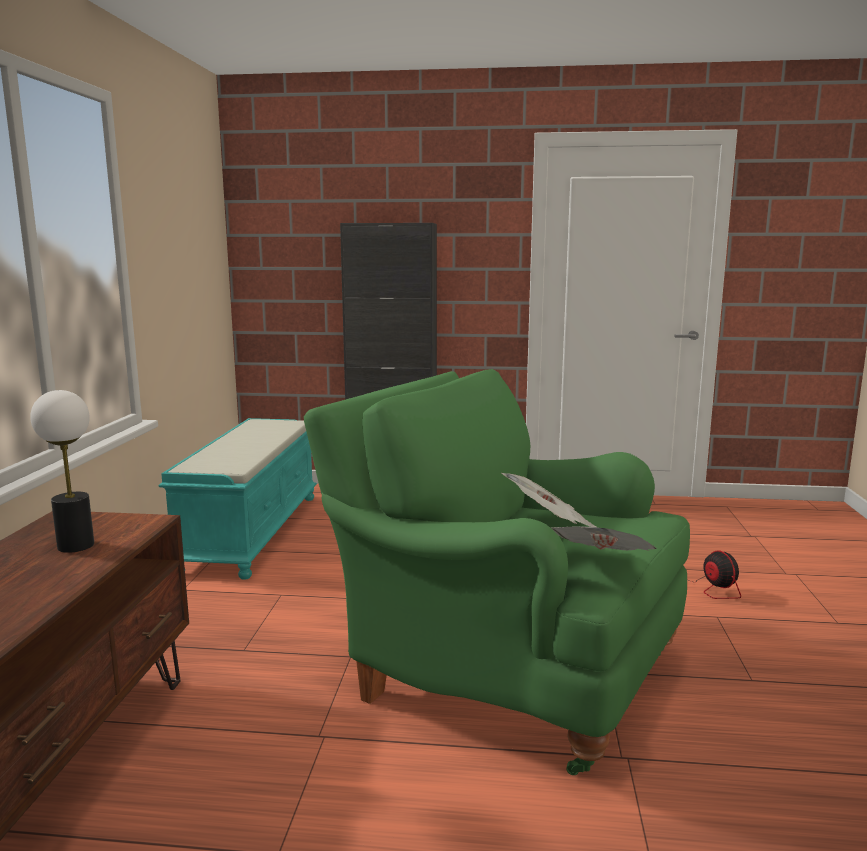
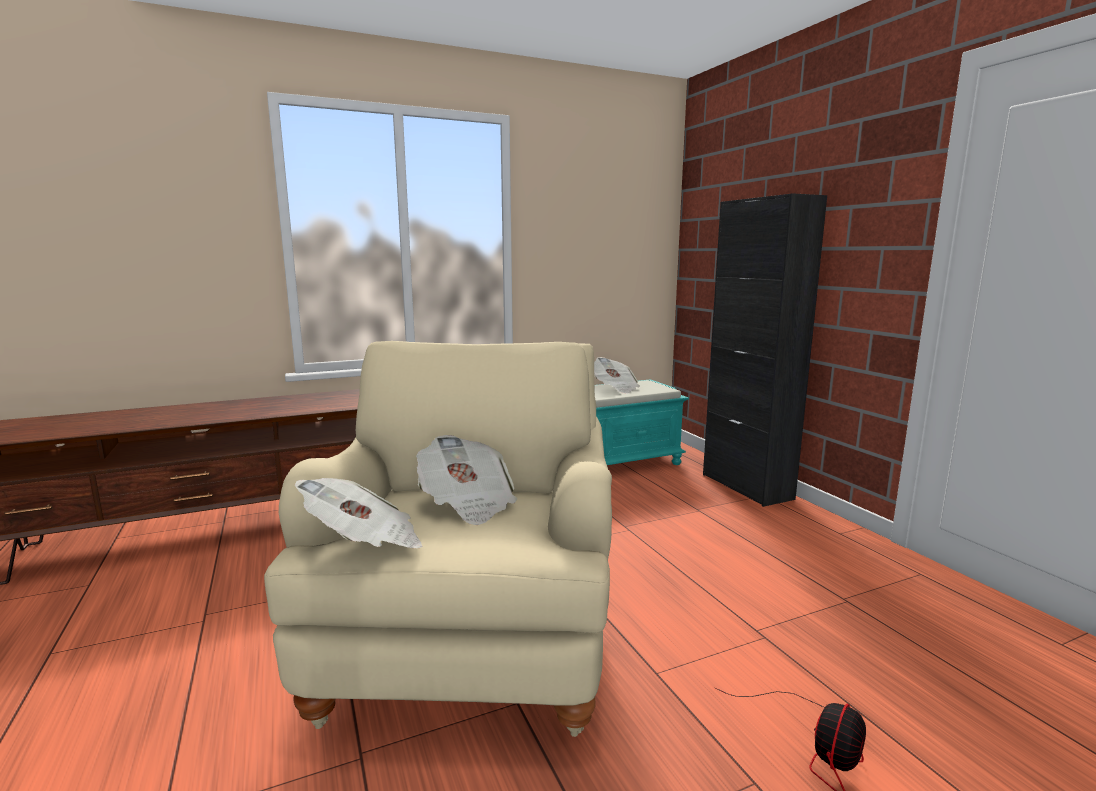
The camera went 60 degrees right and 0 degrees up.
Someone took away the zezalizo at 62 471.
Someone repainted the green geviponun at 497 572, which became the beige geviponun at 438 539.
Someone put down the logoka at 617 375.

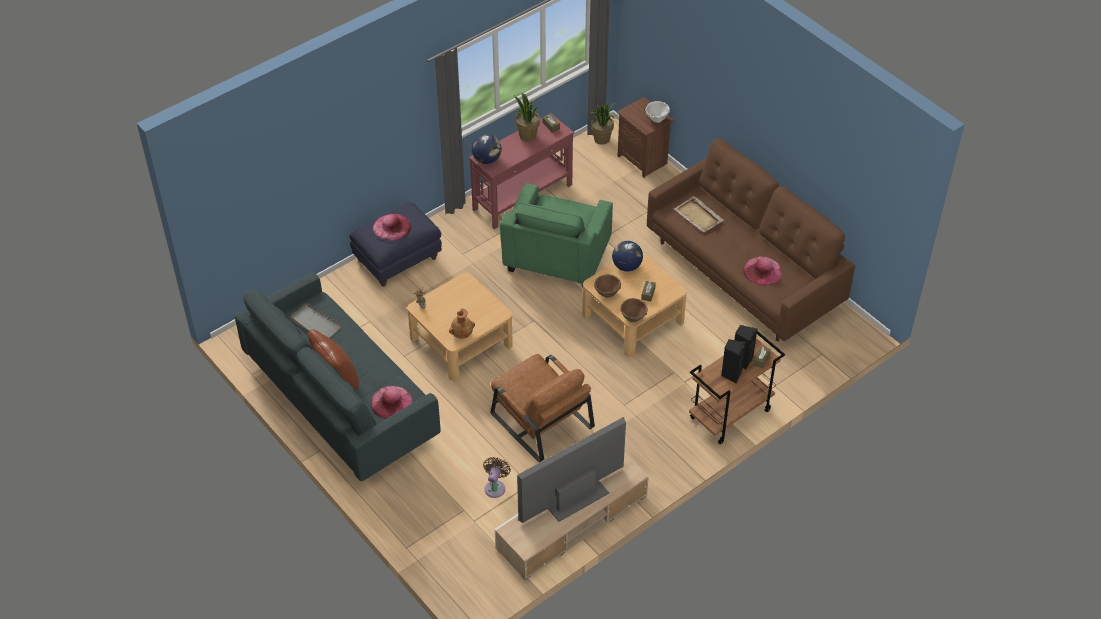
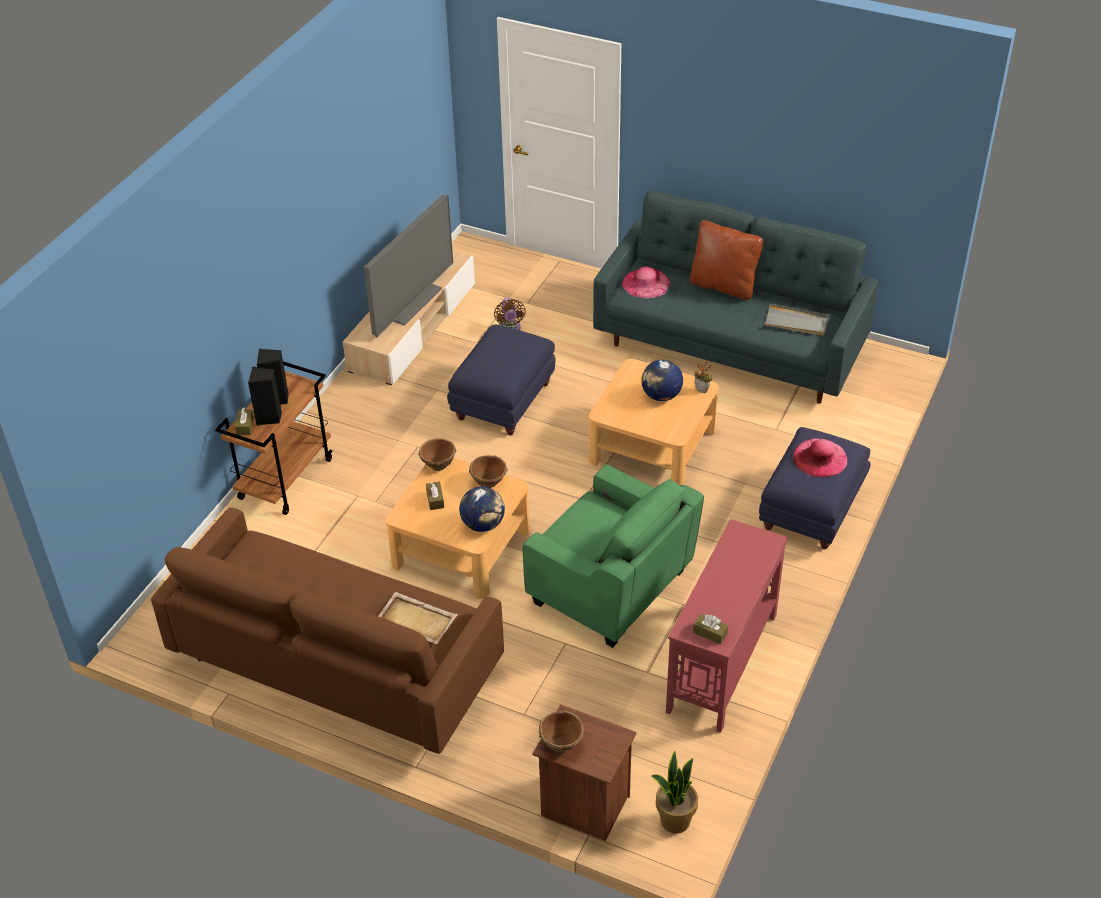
The camera went 155 degrees right and 5 degrees down.
Someone took away the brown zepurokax at 462 323.
Someone carried the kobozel from 486 149 to 662 380.
Someone swapped the brown geviponun at 542 408 for the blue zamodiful at 501 380.
Someone rotated the green geviponun at 556 236 by 135 degrees clockwise.
Someone took away the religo at 527 117.
Someone repainted the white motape at 657 112, which became the brown motape at 561 732.
Someone took away the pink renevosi at 762 271.

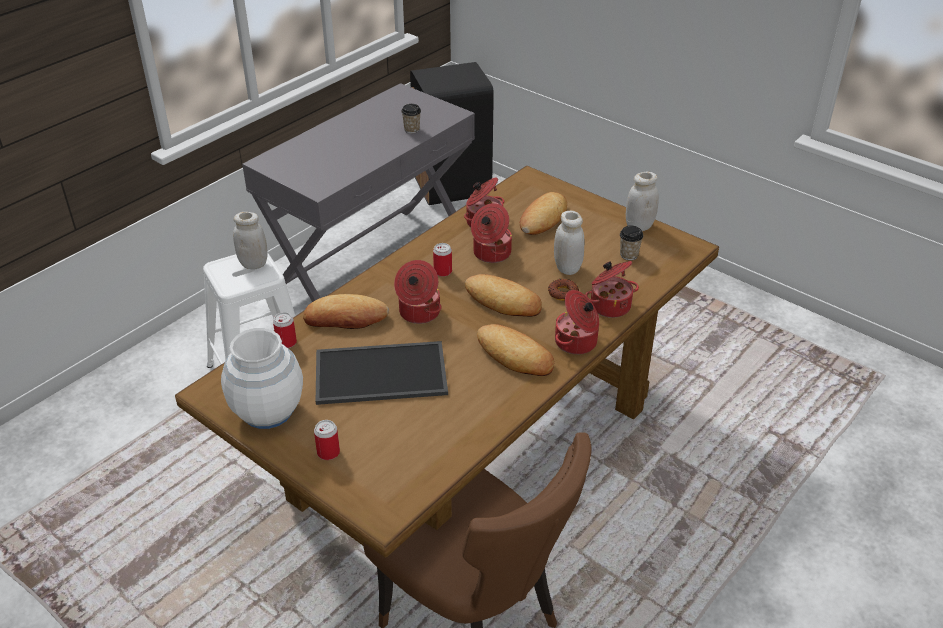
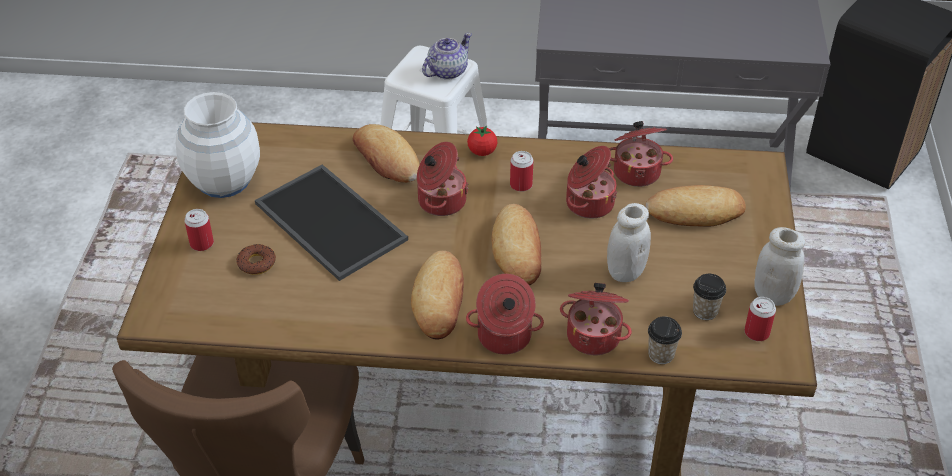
The camera went 55 degrees right and 5 degrees up.
Someone swapped the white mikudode at 250 240 for the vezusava at 447 56.
Someone carried the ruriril from 285 330 to 760 319.
Someone carried the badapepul from 411 118 to 665 340.
Someone carried the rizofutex from 563 290 to 256 259.
Someone put down the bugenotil at 482 141.

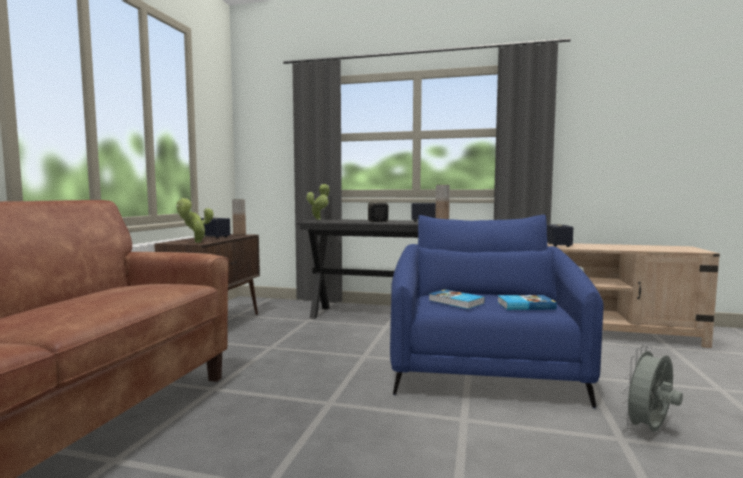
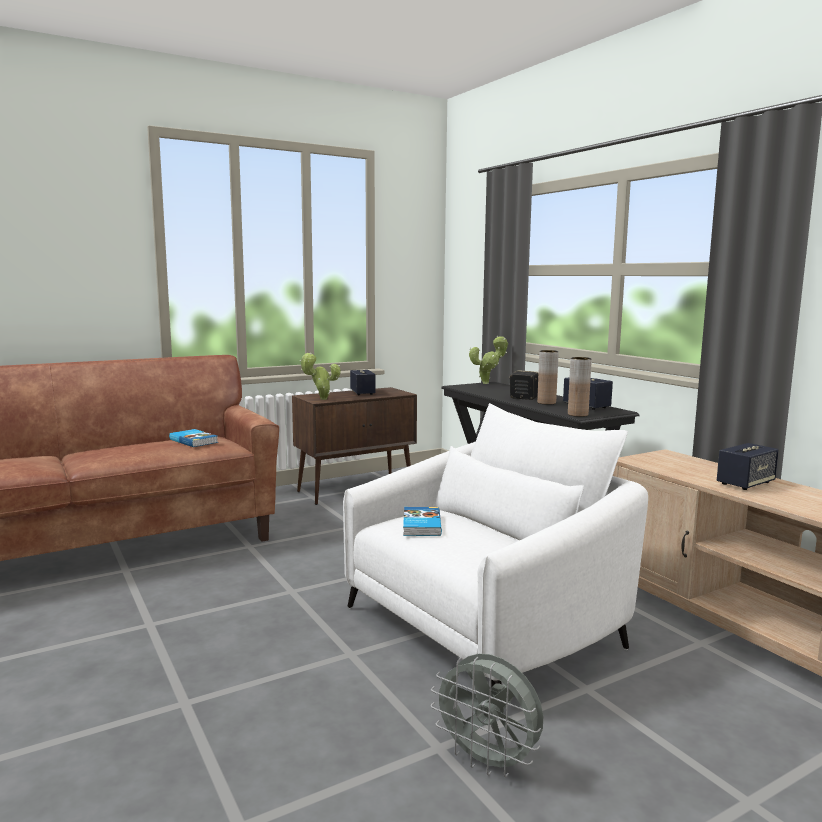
The camera went 45 degrees right and 5 degrees up.
Someone carried the brown zepurokax from 239 217 to 548 377.
Someone repainted the blue geviponun at 497 311, which became the white geviponun at 495 544.
Someone carried the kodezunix from 527 302 to 193 438.
Someone rotated the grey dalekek at 652 388 by 150 degrees counterclockwise.

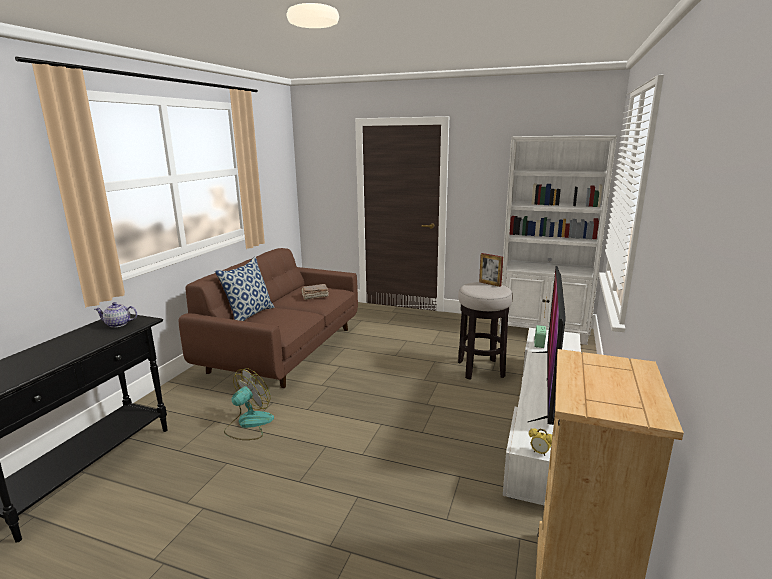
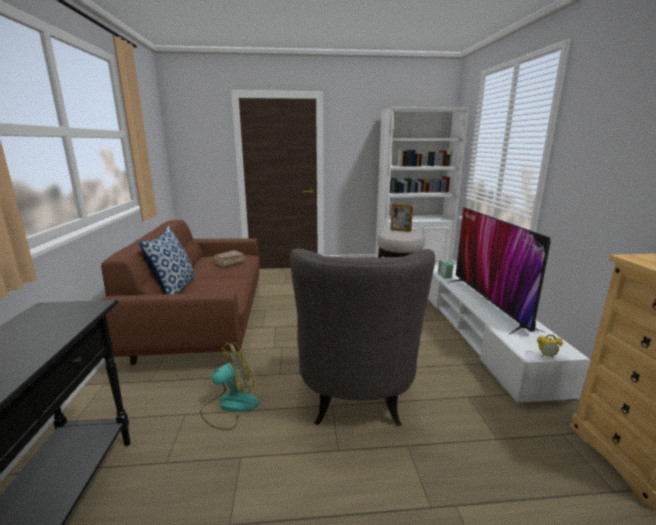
The camera went 25 degrees left and 0 degrees up.
Someone took away the vezusava at 116 315.
Someone rotated the dalekek at 249 404 by 45 degrees clockwise.
Someone put down the grey geviponun at 362 337.

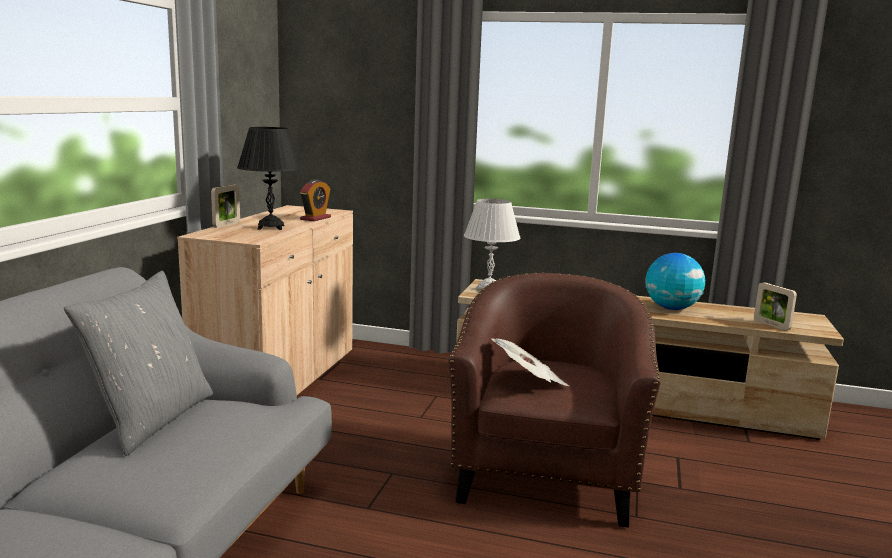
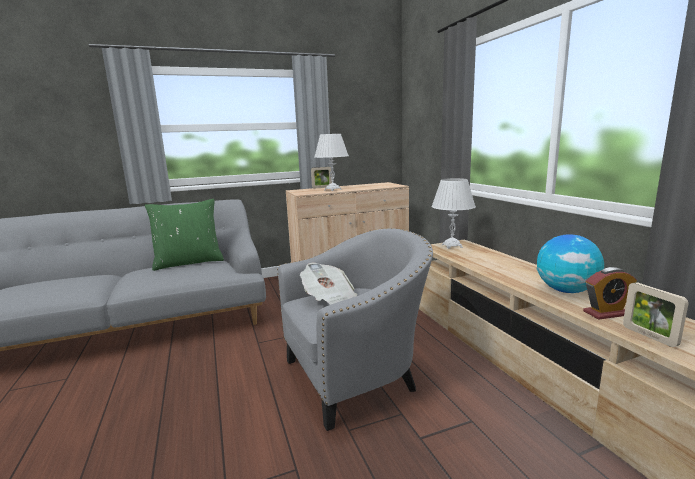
The camera went 55 degrees right and 0 degrees up.
Someone repainted the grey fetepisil at 138 363, which became the green fetepisil at 184 235.
Someone repainted the black zezalizo at 269 178, which became the white zezalizo at 332 162.
Someone carried the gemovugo from 315 200 to 610 293.
Someone repainted the brown geviponun at 555 400, which became the grey geviponun at 355 329.
Someone rotated the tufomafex at 775 306 by 45 degrees counterclockwise.

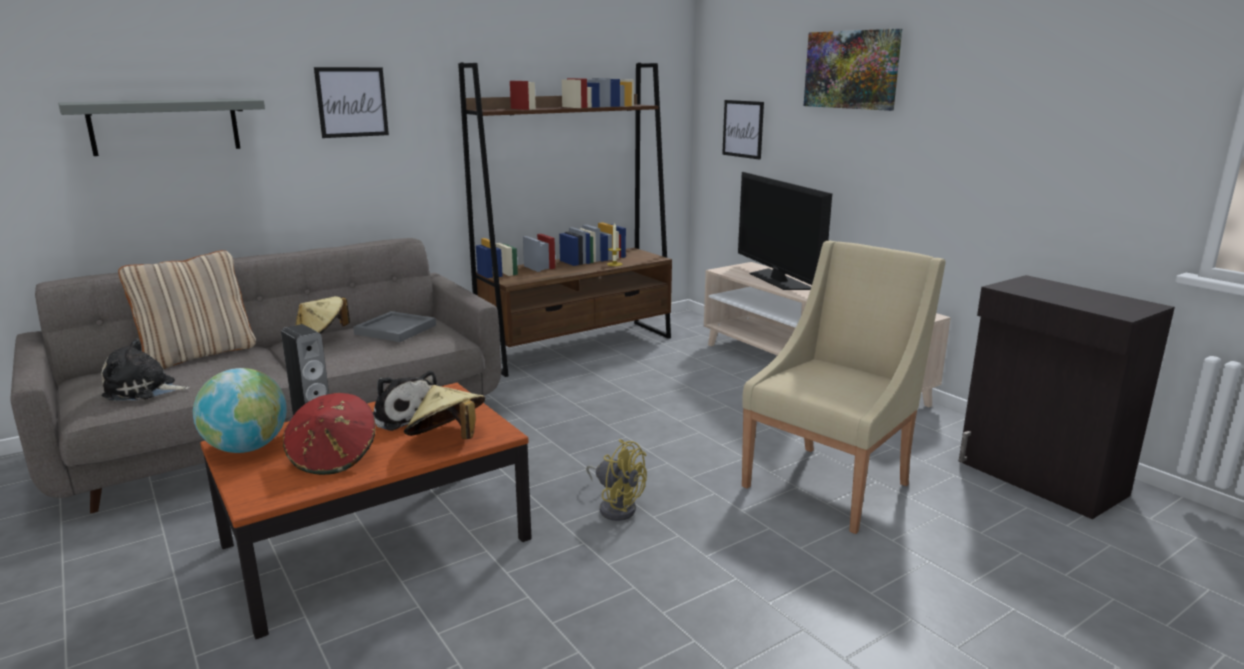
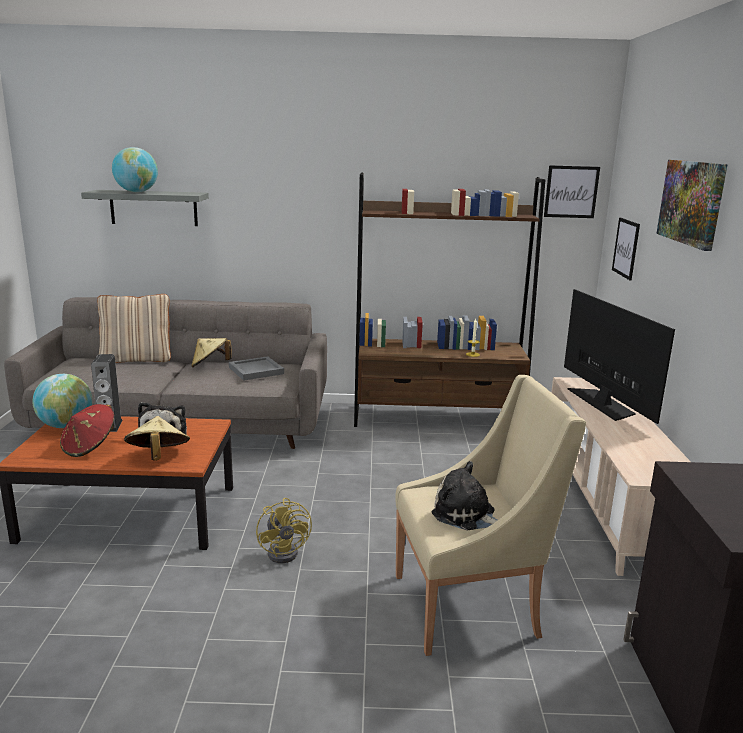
The camera went 35 degrees right and 0 degrees up.
Someone carried the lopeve from 145 369 to 464 495.
Someone carried the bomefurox from 351 102 to 572 191.
Someone rotated the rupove at 785 231 by 150 degrees clockwise.
Someone put down the kobozel at 135 169.

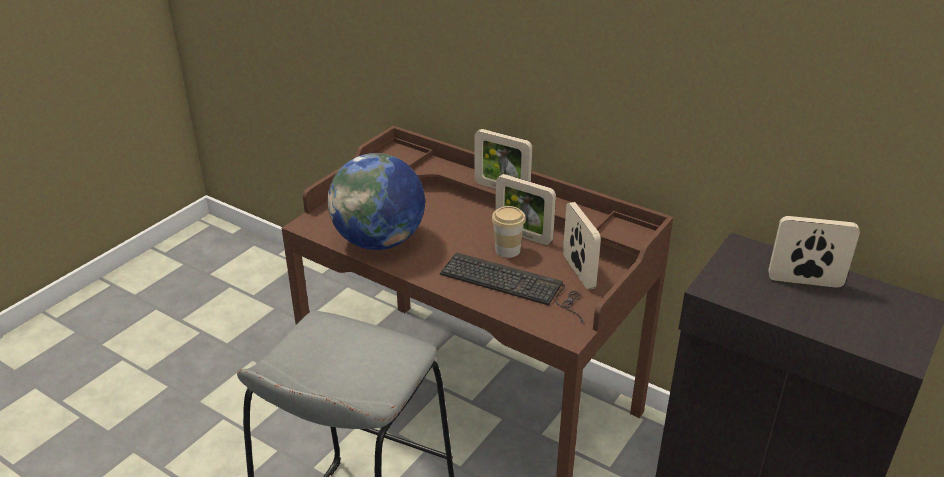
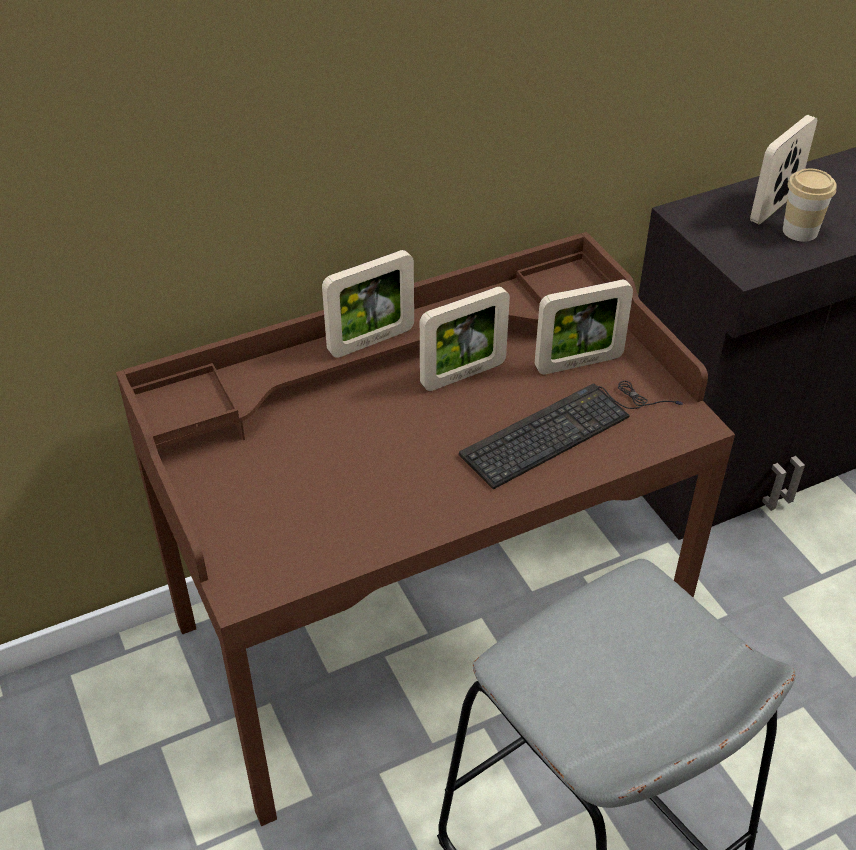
The camera went 60 degrees left and 10 degrees up.
Someone took away the kobozel at 376 201.
Someone carried the badapepul from 509 232 to 810 205.
Someone rotated the tufomafex at 582 246 by 150 degrees clockwise.

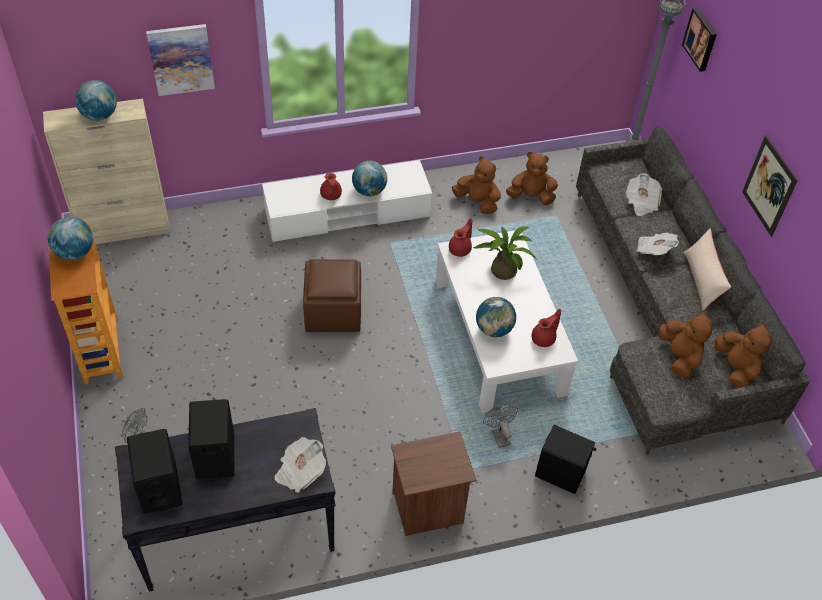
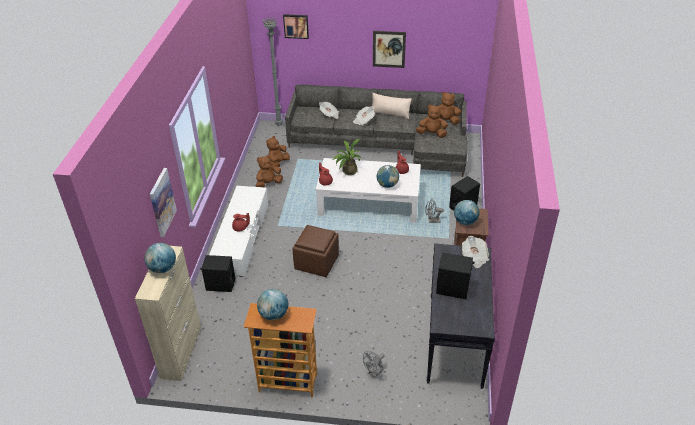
The camera went 65 degrees left and 10 degrees down.
Someone carried the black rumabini from 155 471 to 217 273.
Someone carried the kobozel from 369 178 to 467 212.

